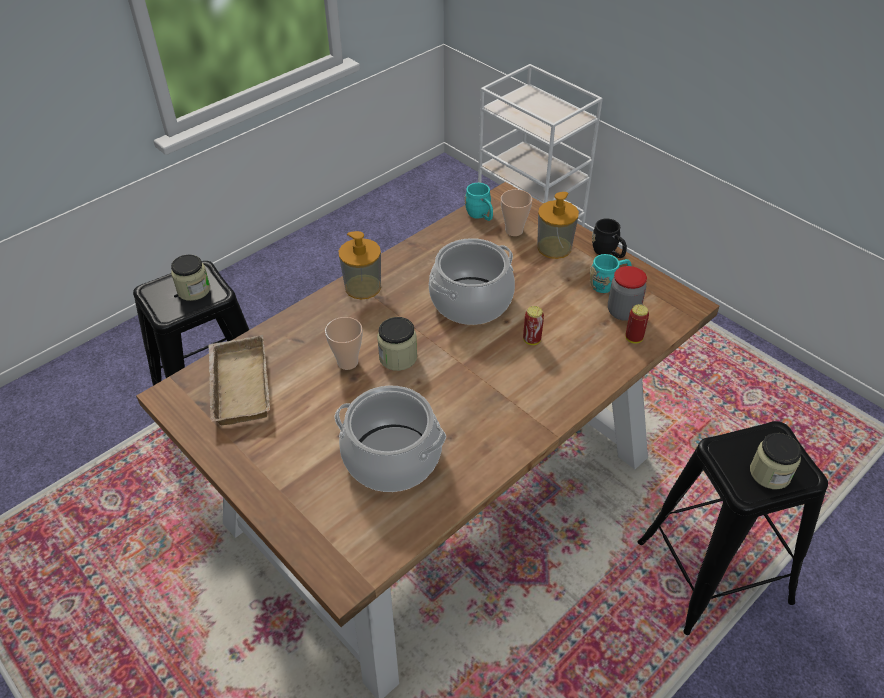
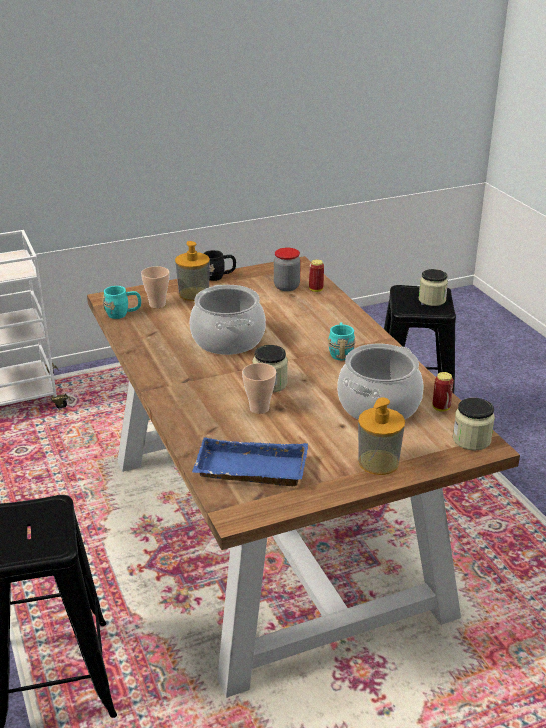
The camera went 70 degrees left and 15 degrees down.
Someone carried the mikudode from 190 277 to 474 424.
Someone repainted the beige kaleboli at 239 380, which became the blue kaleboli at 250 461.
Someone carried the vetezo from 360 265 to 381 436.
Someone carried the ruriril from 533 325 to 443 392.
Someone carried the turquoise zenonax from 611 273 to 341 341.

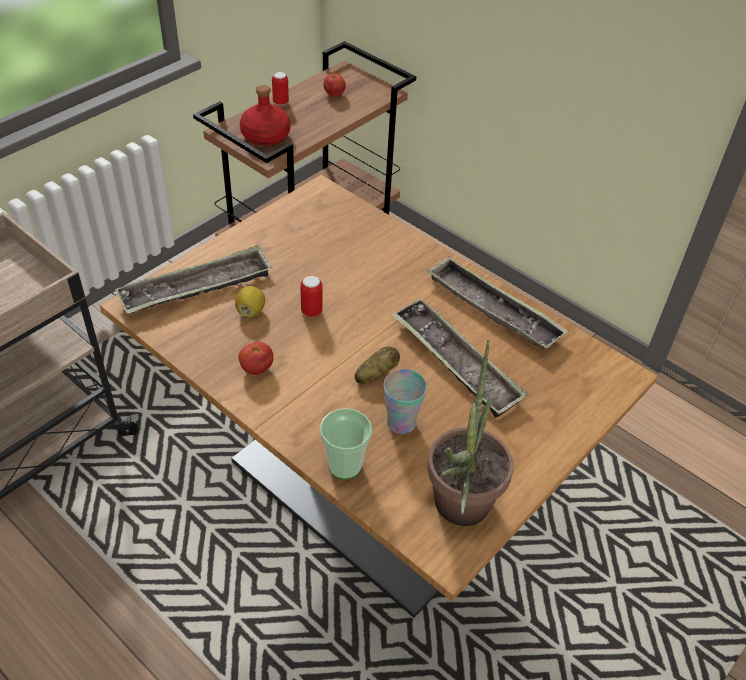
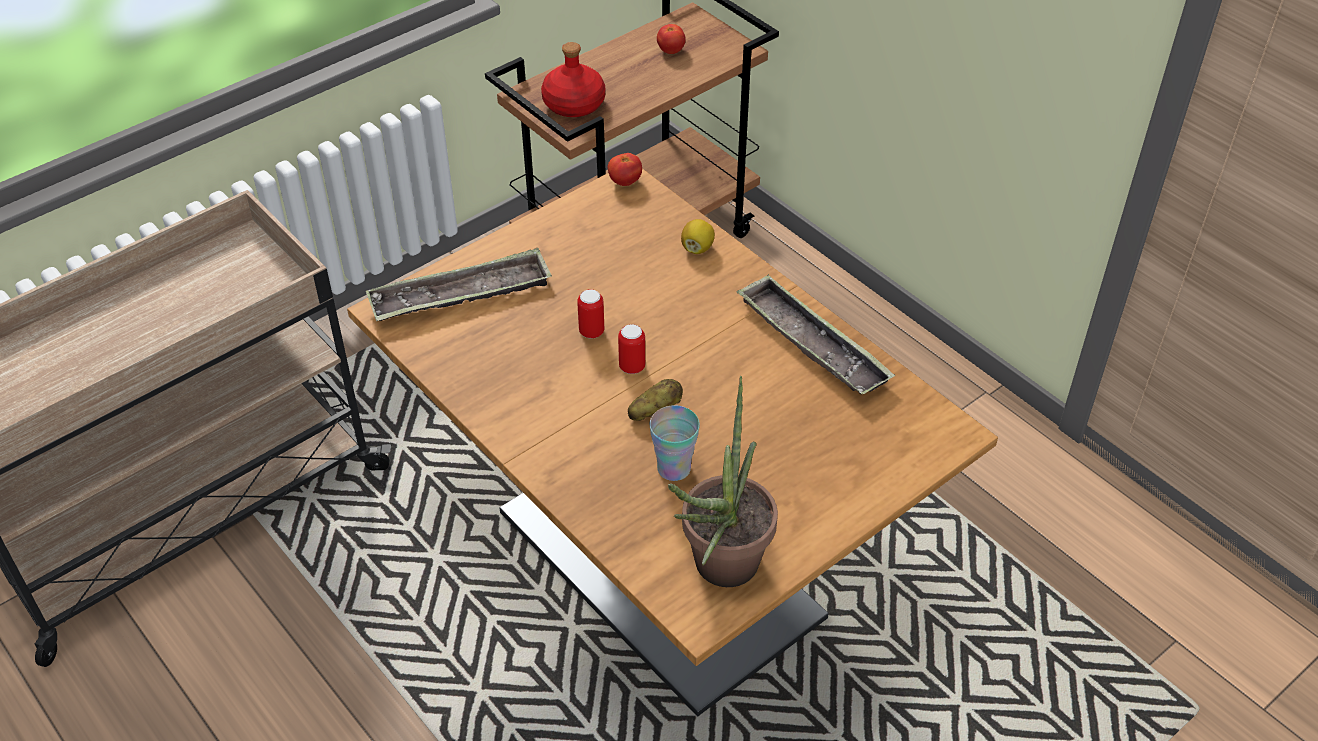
The camera went 10 degrees right and 0 degrees up.
Someone carried the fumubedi from 250 301 to 698 236.
Someone carried the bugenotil from 255 358 to 625 169.
Someone carried the ruriril from 280 88 to 631 349.
Someone took away the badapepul at 346 444.
Someone took away the kaleboli at 460 358.

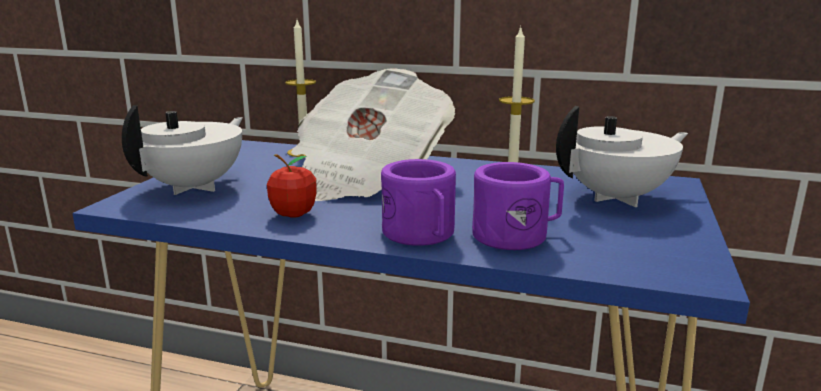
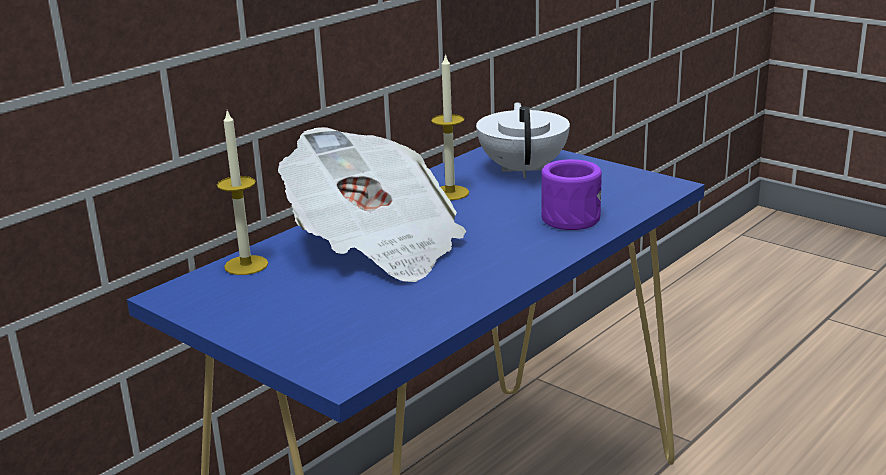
The camera went 65 degrees left and 5 degrees up.
Someone took away the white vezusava at 182 150.
Someone took away the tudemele at 292 186.
Someone took away the purple zenonax at 418 202.

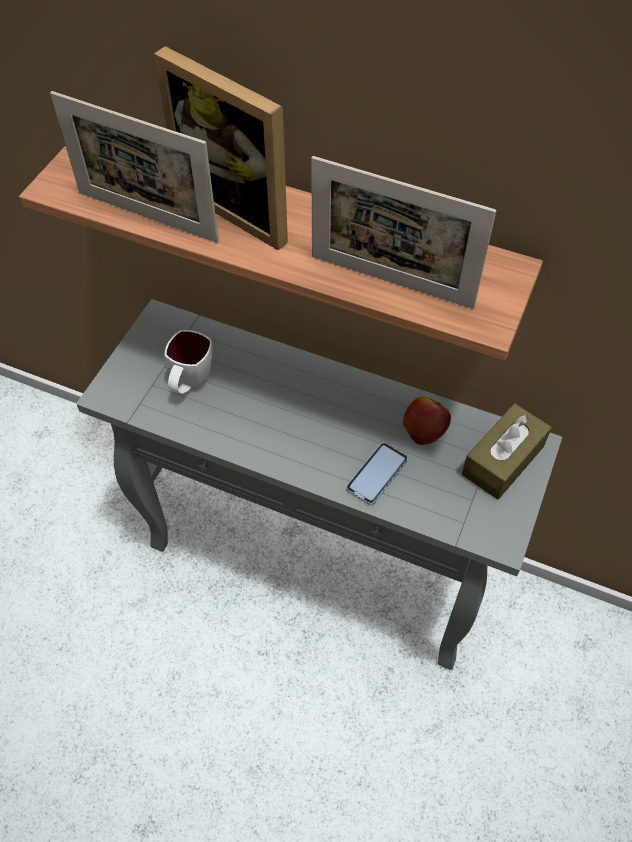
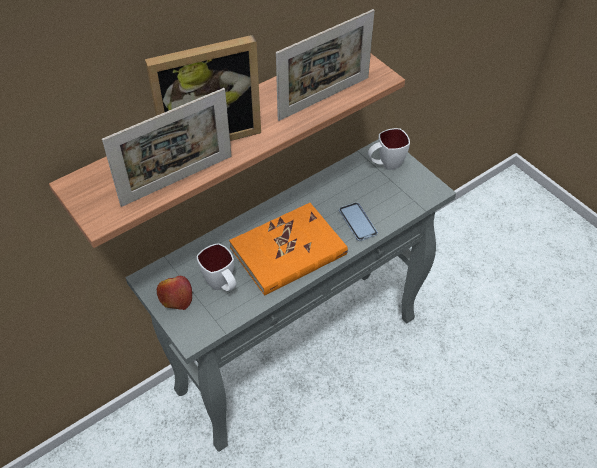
The camera went 60 degrees left and 5 degrees down.
Someone carried the tudemele from 427 420 to 174 293.
Someone swapped the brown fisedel at 507 451 for the white zenonax at 389 149.
Someone put down the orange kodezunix at 288 249.

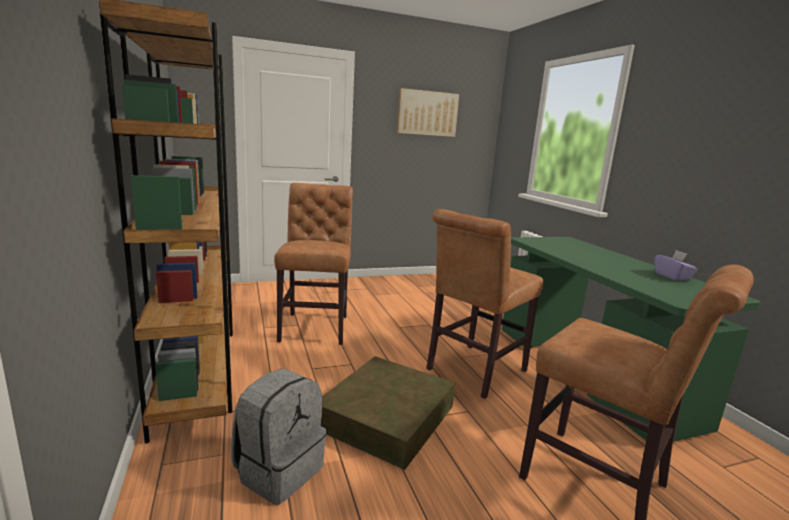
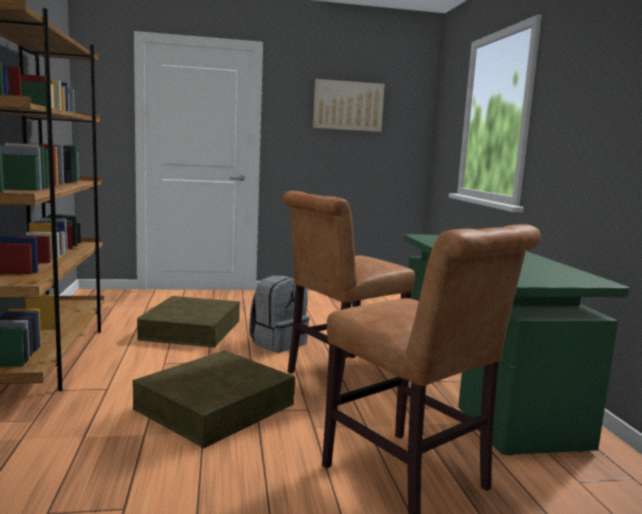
The camera went 10 degrees right and 5 degrees down.
Someone carried the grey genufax from 278 436 to 279 314.
Someone swapped the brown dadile at 313 264 for the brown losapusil at 188 322.
Someone took away the purple fisedel at 676 265.

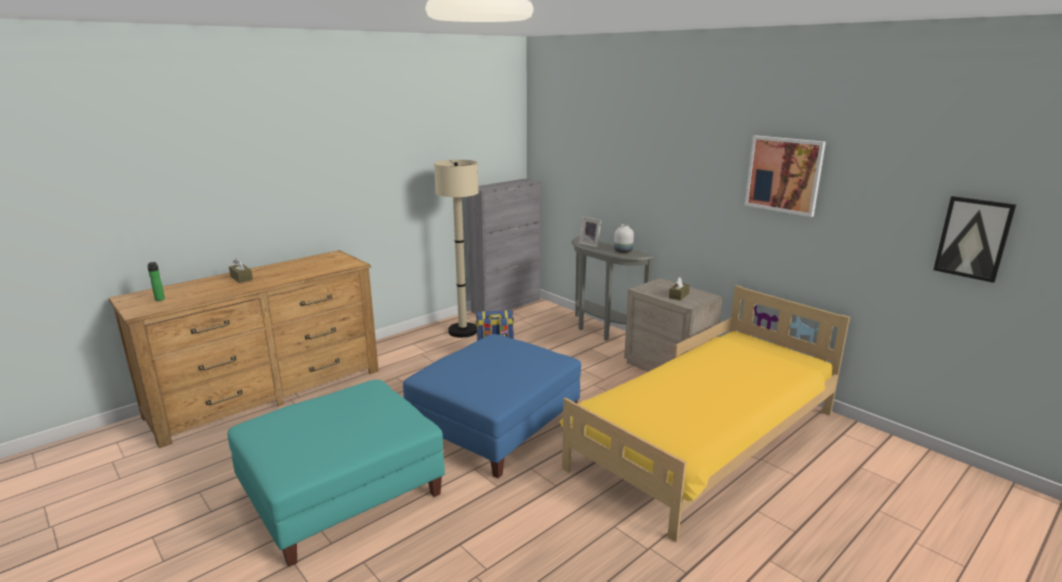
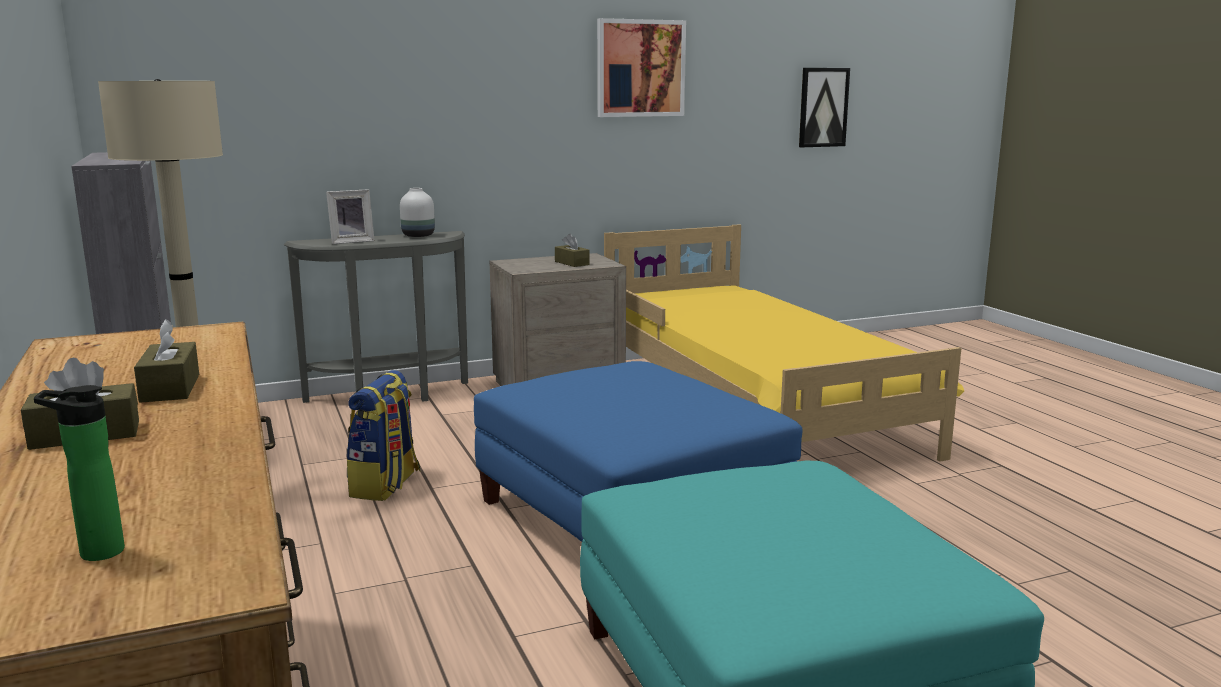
The camera went 70 degrees left and 5 degrees down.
Someone put down the brown fisedel at 166 361.

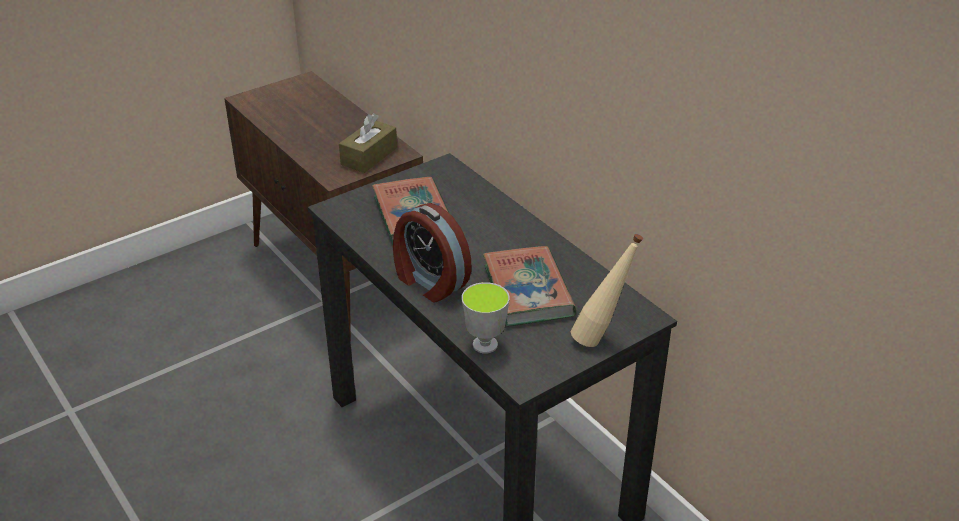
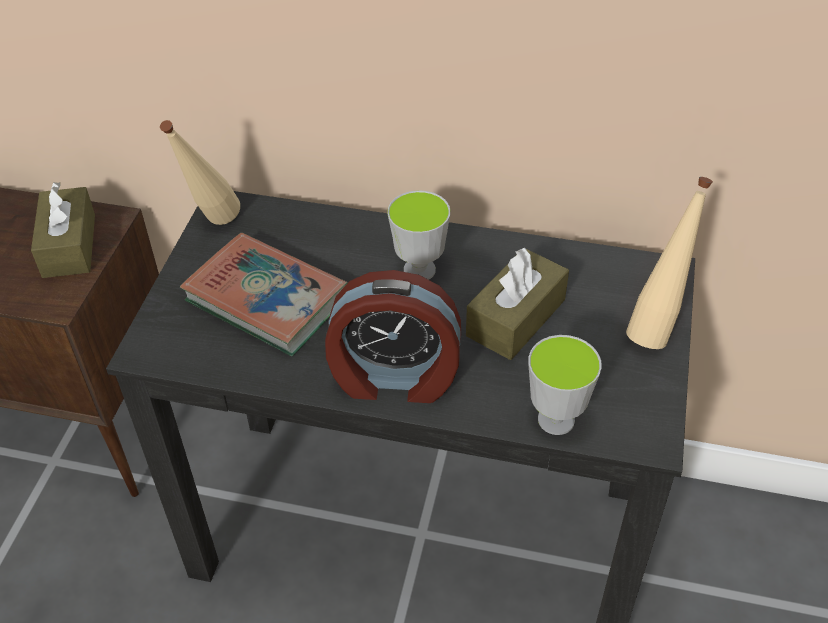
The camera went 40 degrees left and 10 degrees up.
Someone swapped the kodezunix at 529 286 for the brown fisedel at 517 304.
Someone put down the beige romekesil at 200 172.
Someone put down the badapepul at 418 235.

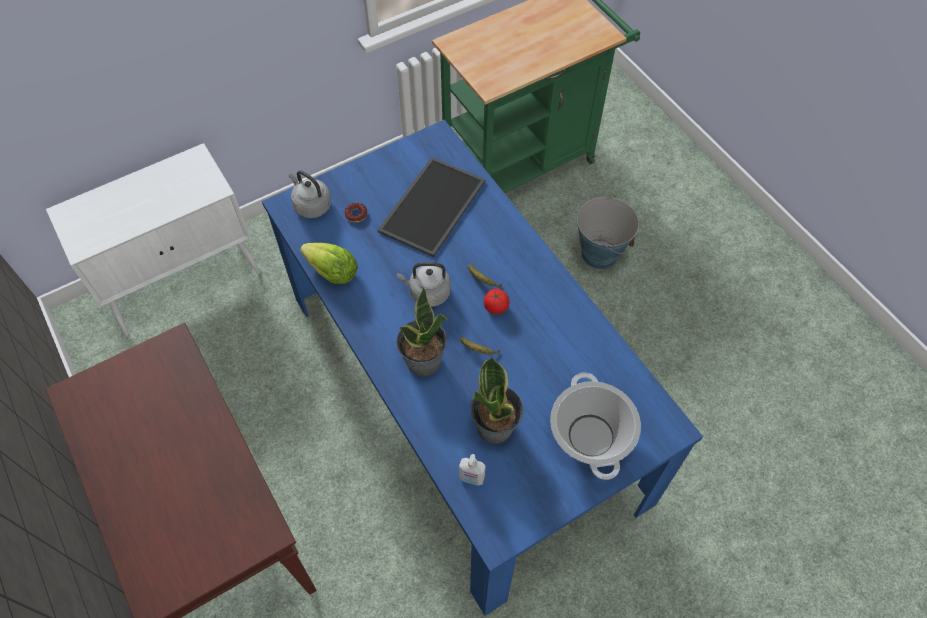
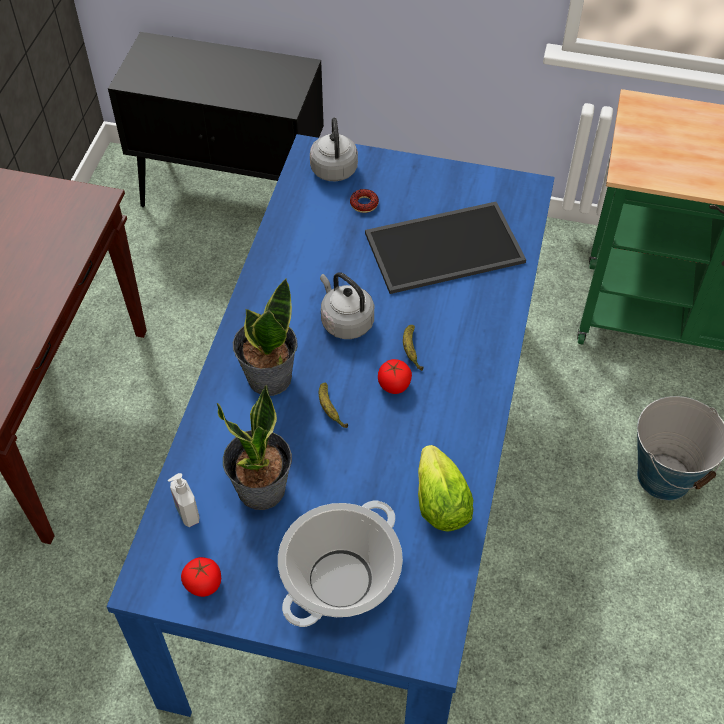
The camera went 45 degrees right and 5 degrees down.
Someone repainted the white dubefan at 153 239, which became the black dubefan at 216 119.
Someone carried the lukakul from 329 263 to 445 488.
Someone put down the bugenotil at 201 577.

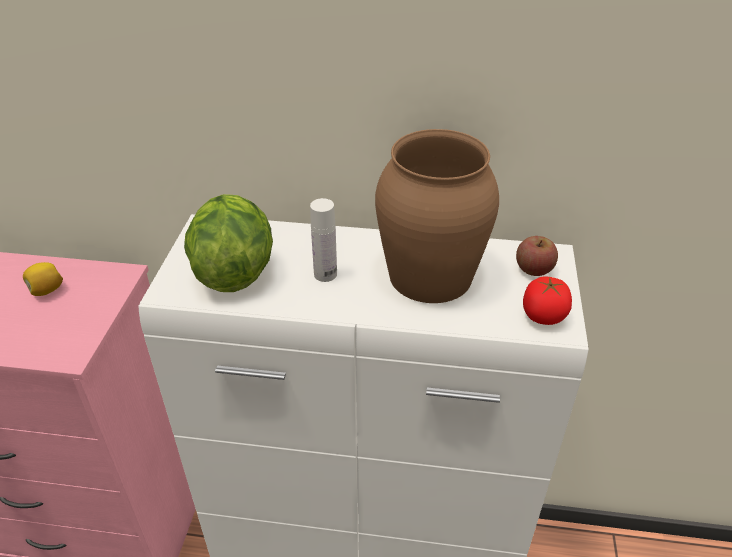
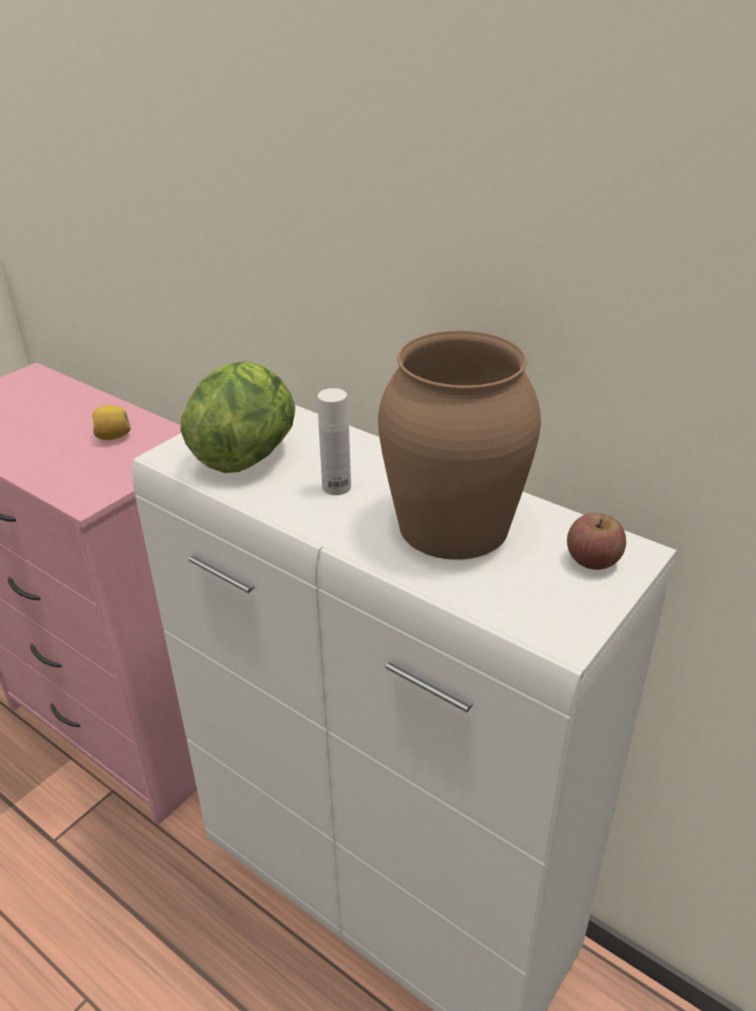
The camera went 30 degrees right and 5 degrees down.
Someone took away the bugenotil at 547 301.

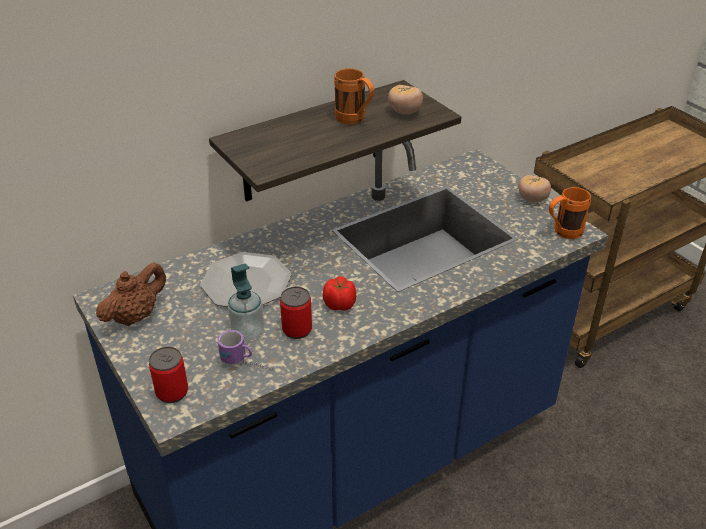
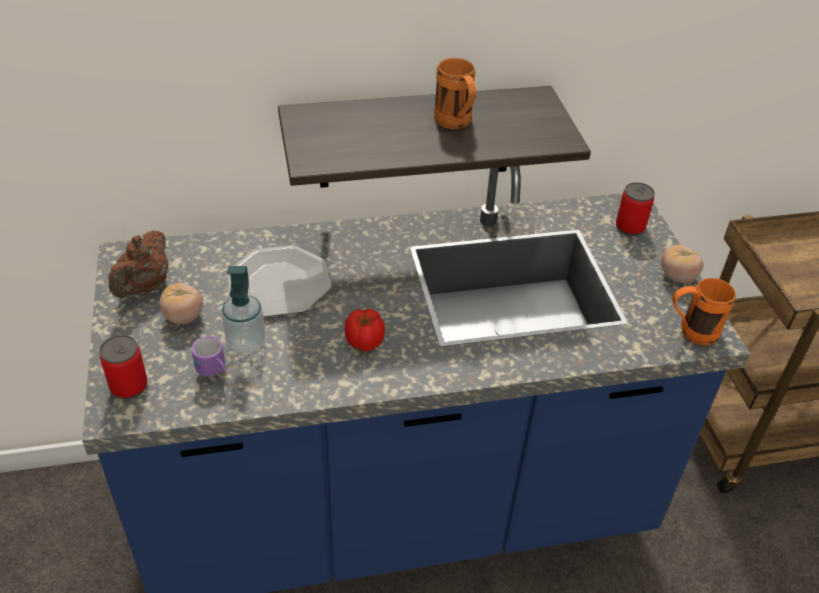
The camera went 20 degrees right and 5 degrees up.
Someone rotated the brown vezusava at 131 294 by 135 degrees clockwise.
Someone carried the ruriril from 296 313 to 635 209.
Someone carried the bugenotil from 405 100 to 181 303.

